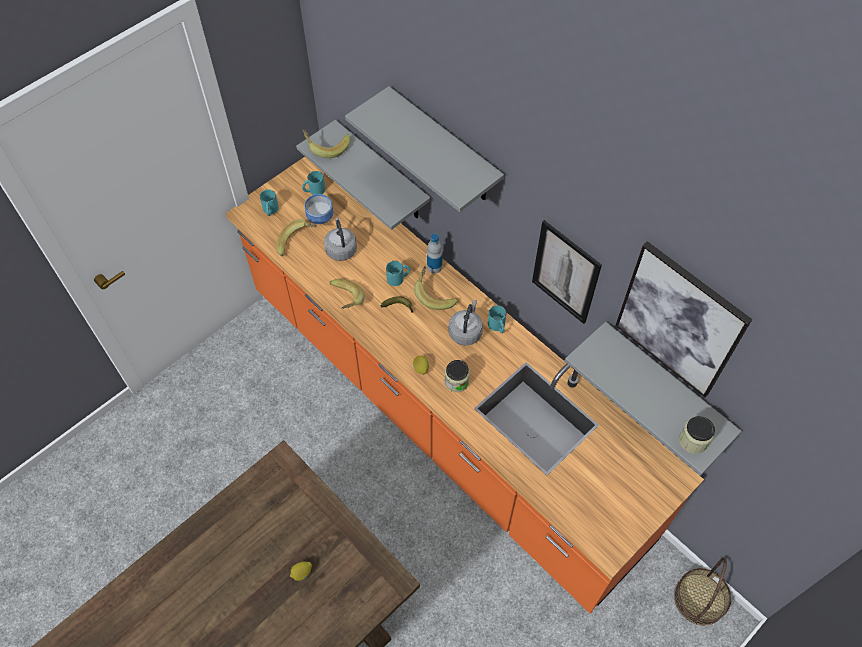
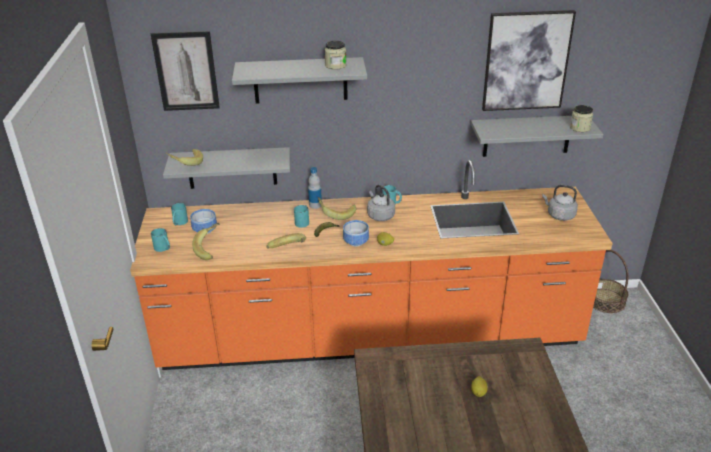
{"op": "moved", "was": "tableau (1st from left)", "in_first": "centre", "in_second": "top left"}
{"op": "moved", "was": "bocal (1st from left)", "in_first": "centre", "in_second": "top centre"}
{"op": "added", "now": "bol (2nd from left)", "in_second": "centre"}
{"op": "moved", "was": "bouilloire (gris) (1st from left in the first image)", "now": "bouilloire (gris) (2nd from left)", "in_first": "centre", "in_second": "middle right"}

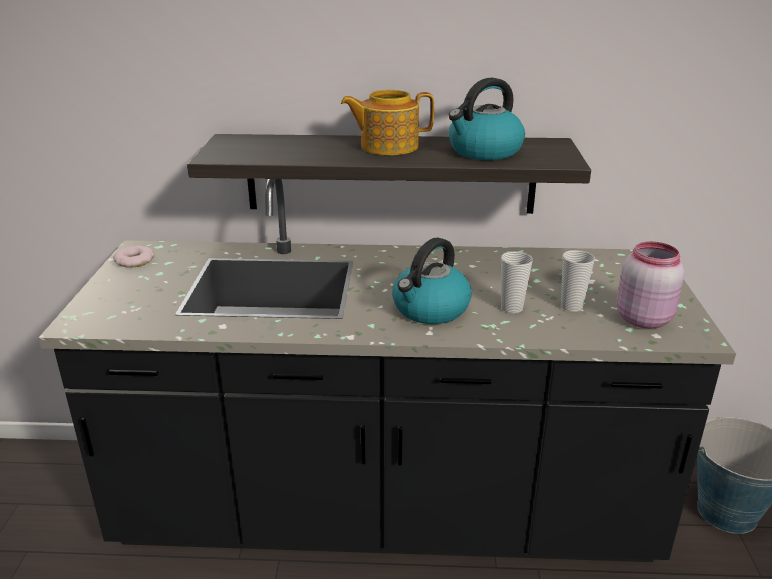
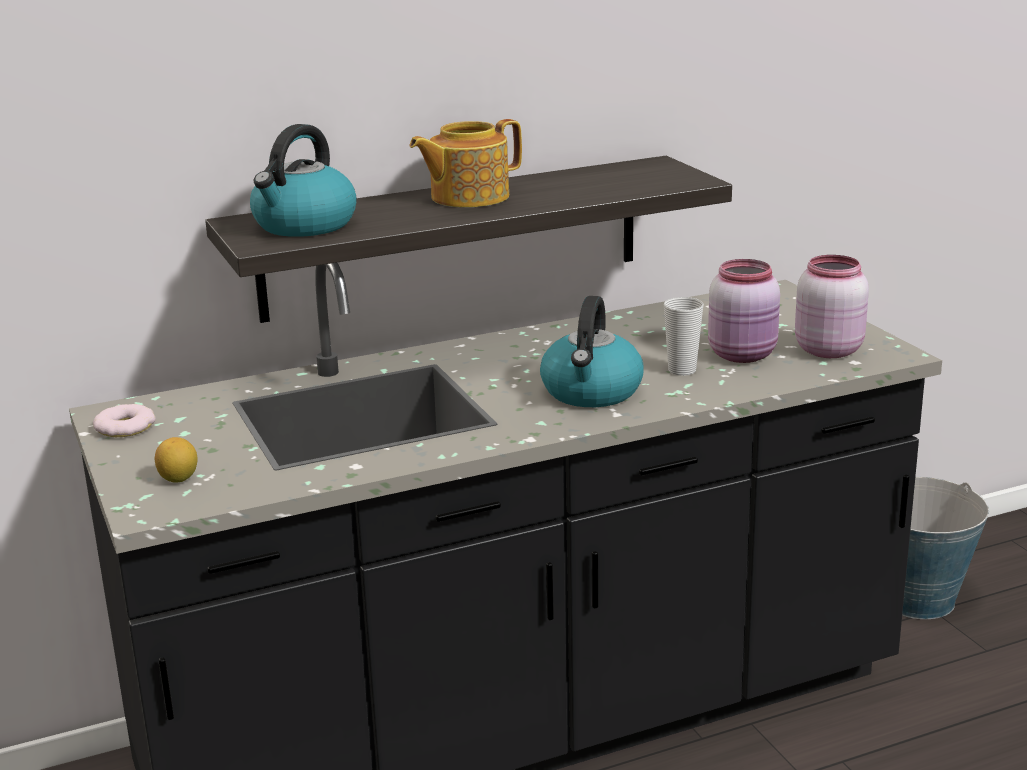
{"op": "added", "now": "citron", "in_second": "middle left"}
{"op": "moved", "was": "bouilloire (2nd from left in the first image)", "now": "bouilloire (1st from left)", "in_first": "top centre", "in_second": "top left"}
{"op": "replaced", "was": "tasse (2nd from left)", "now": "bocal (rose) (1st from left)", "in_first": "middle right", "in_second": "middle right"}

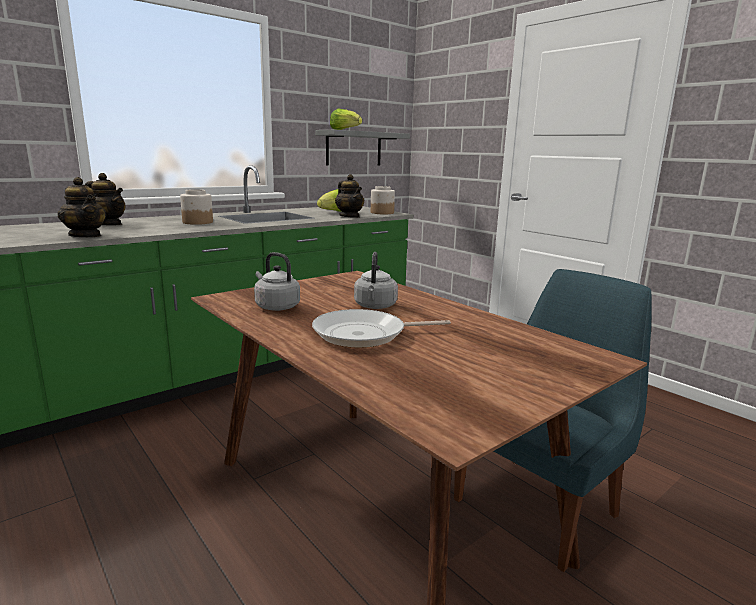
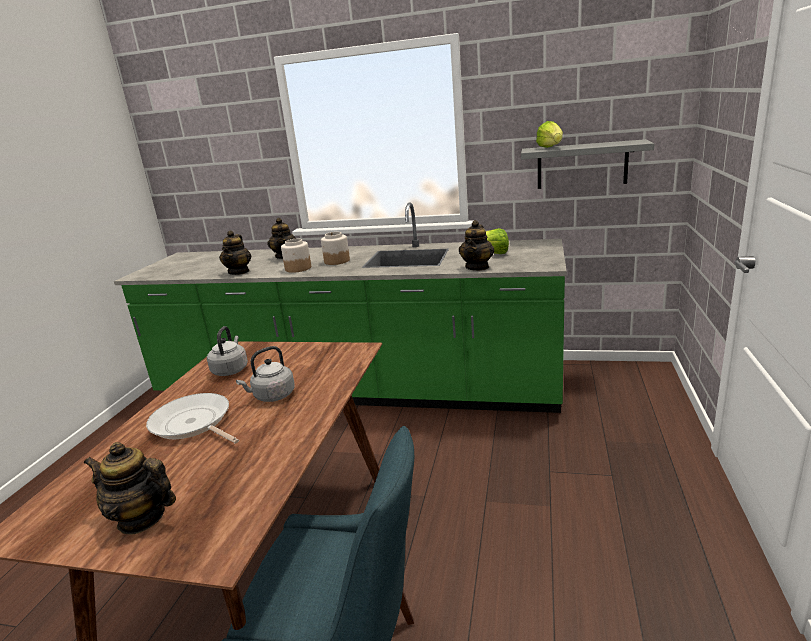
{"op": "added", "now": "théière (1st from left)", "in_second": "bottom left"}
{"op": "moved", "was": "bocal (2nd from left in the first image)", "now": "bocal (1st from left)", "in_first": "top centre", "in_second": "centre"}

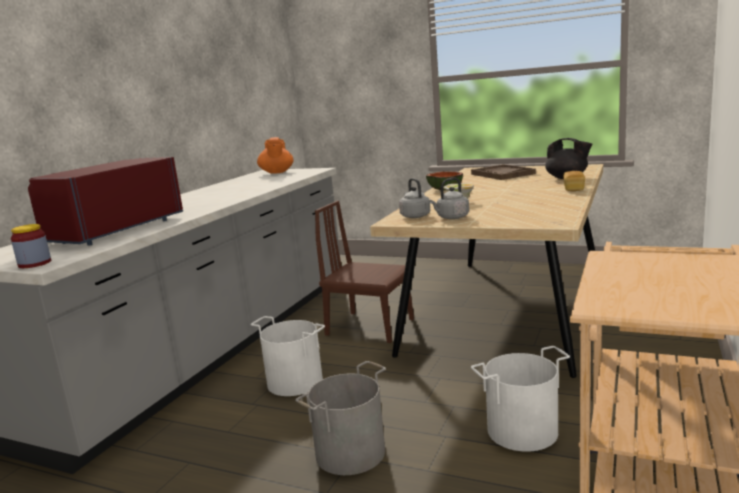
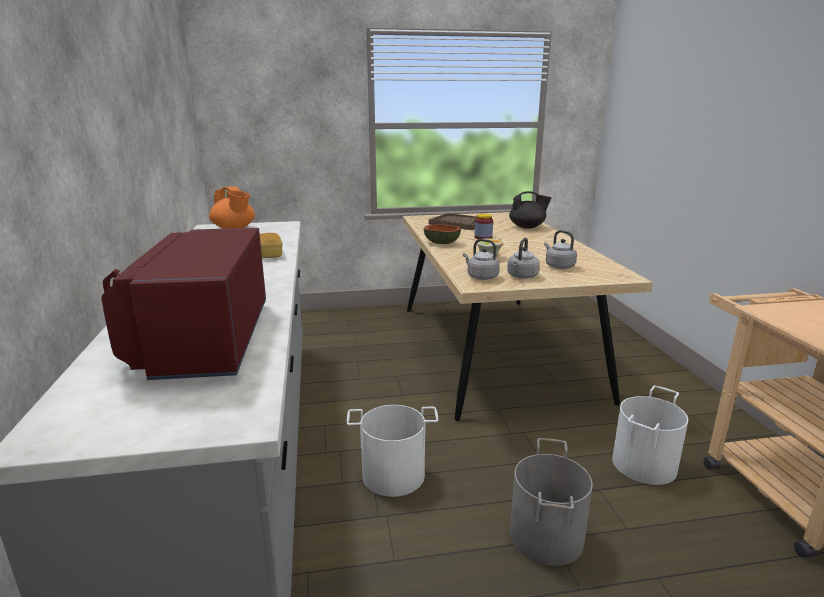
{"op": "moved", "was": "pain", "in_first": "middle right", "in_second": "middle left"}
{"op": "moved", "was": "bocal", "in_first": "middle left", "in_second": "centre"}
{"op": "added", "now": "bouilloire (gris) (3rd from left)", "in_second": "middle right"}
{"op": "removed", "was": "chaise (marron)", "in_first": "centre"}

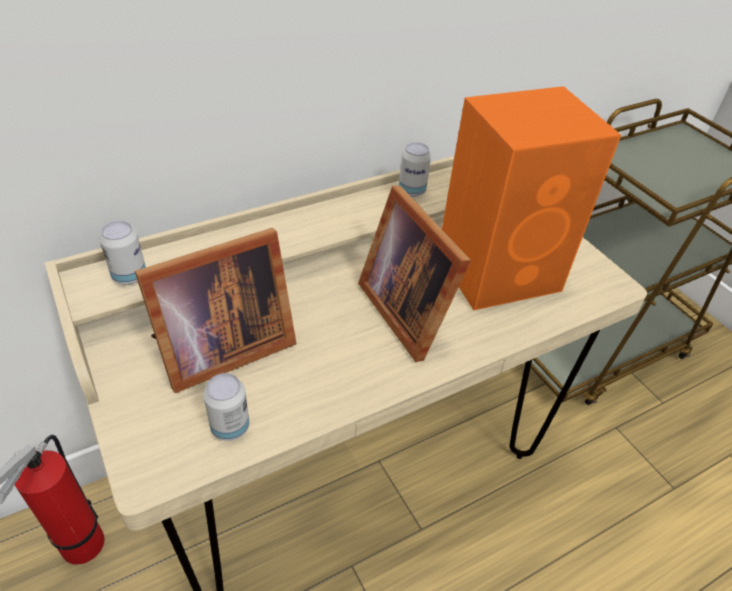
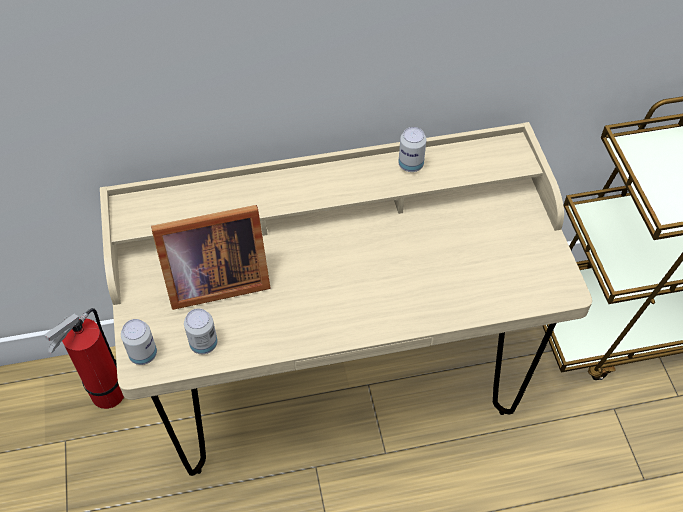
{"op": "moved", "was": "boîte métallique (1st from left)", "in_first": "middle left", "in_second": "bottom left"}
{"op": "removed", "was": "cadre photo (2nd from left)", "in_first": "centre"}
{"op": "removed", "was": "enceinte (orange)", "in_first": "middle right"}

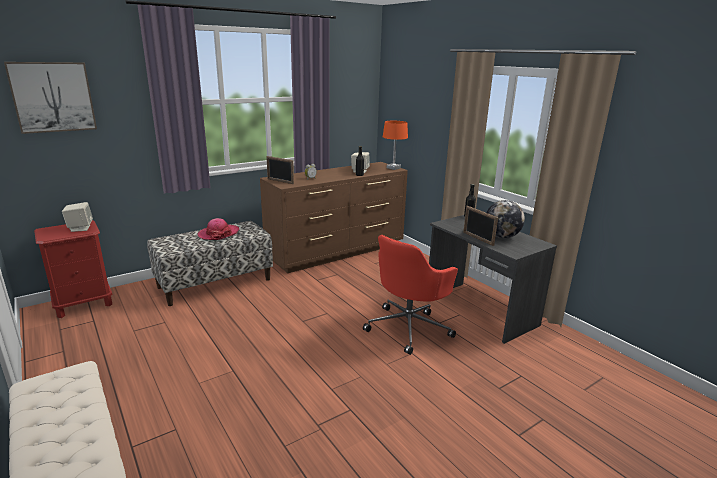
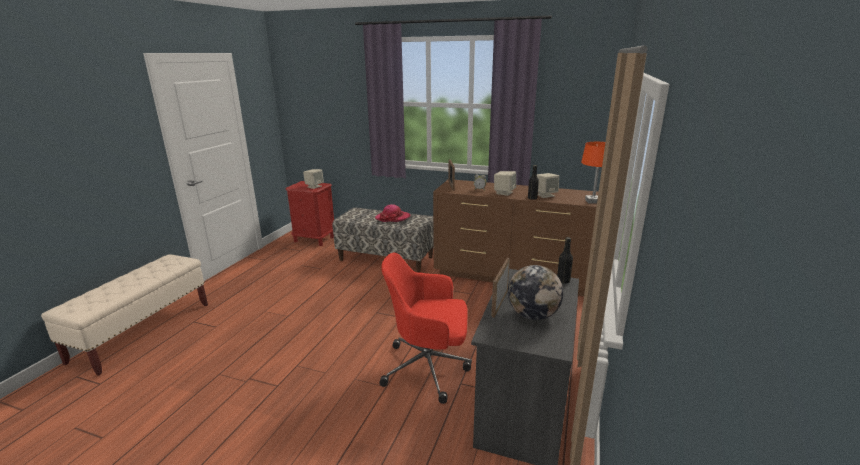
{"op": "added", "now": "enceinte (beige) (2nd from left)", "in_second": "centre"}
{"op": "removed", "was": "tableau", "in_first": "top left"}

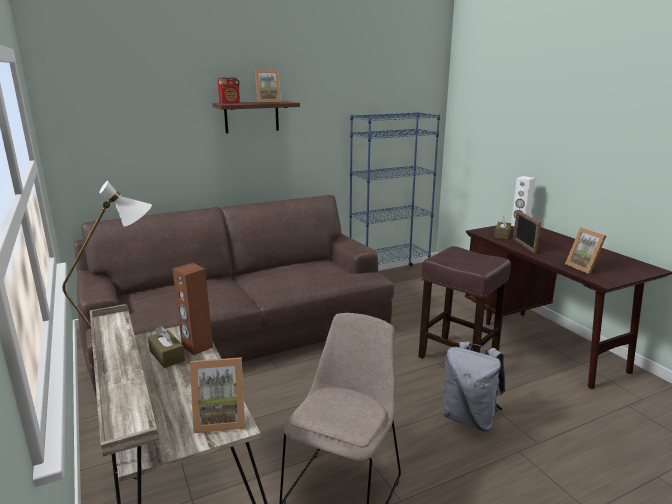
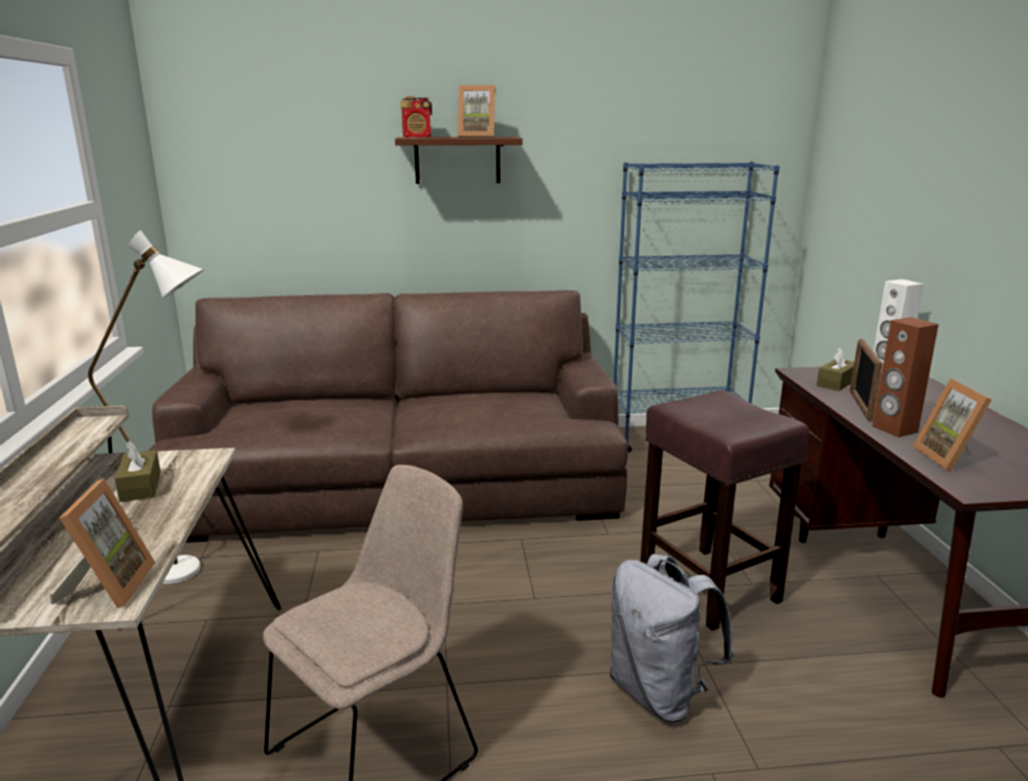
{"op": "turned", "was": "cadre photo (1st from left)", "in_first": "bottom left", "in_second": "bottom left", "clockwise": -105}
{"op": "moved", "was": "enceinte (marron)", "in_first": "middle left", "in_second": "middle right"}

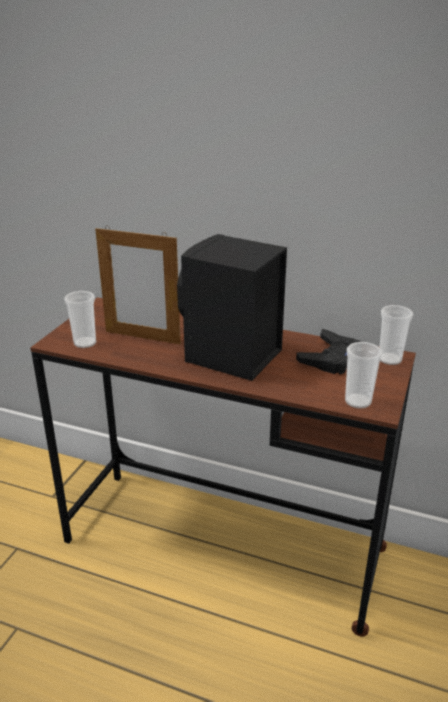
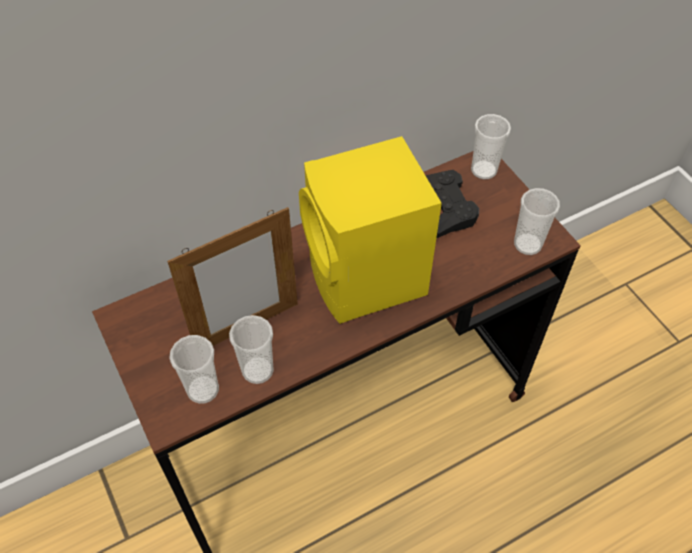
{"op": "added", "now": "tasse (2nd from left)", "in_second": "centre"}
{"op": "recoloured", "was": "enceinte (noir)", "now": "enceinte (jaune)", "in_first": "centre", "in_second": "centre"}

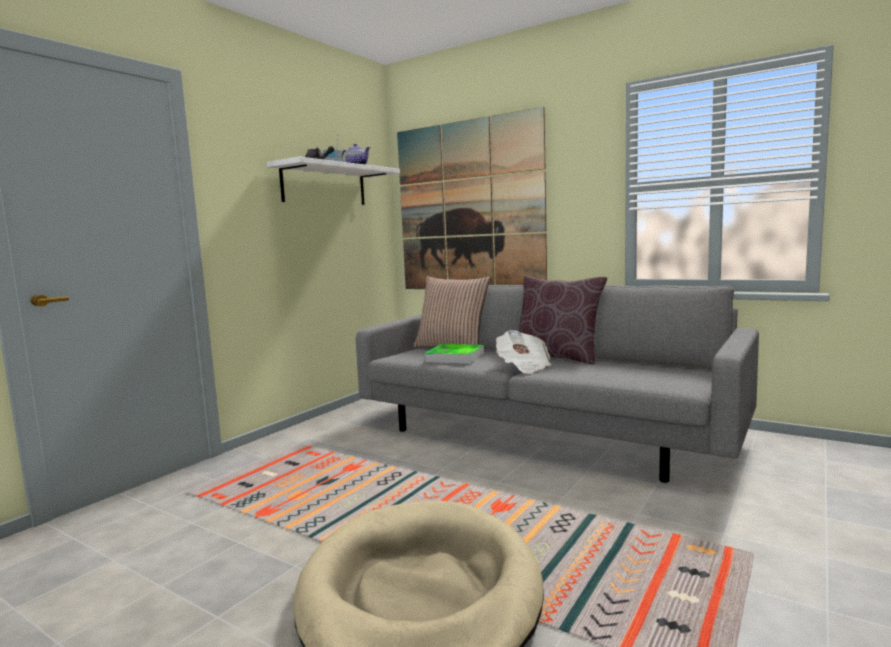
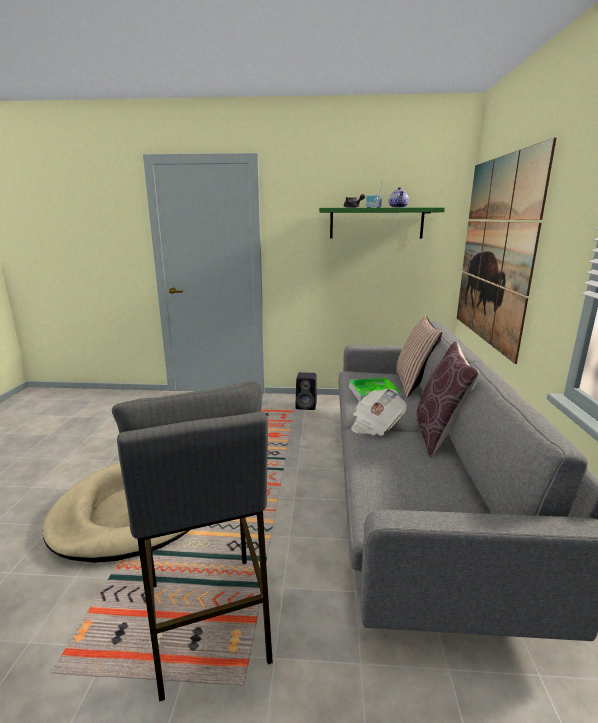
{"op": "added", "now": "tabouret (gris)", "in_second": "bottom left"}
{"op": "added", "now": "enceinte (noir)", "in_second": "centre"}
{"op": "recoloured", "was": "étagère (blanc)", "now": "étagère (vert)", "in_first": "top centre", "in_second": "top centre"}

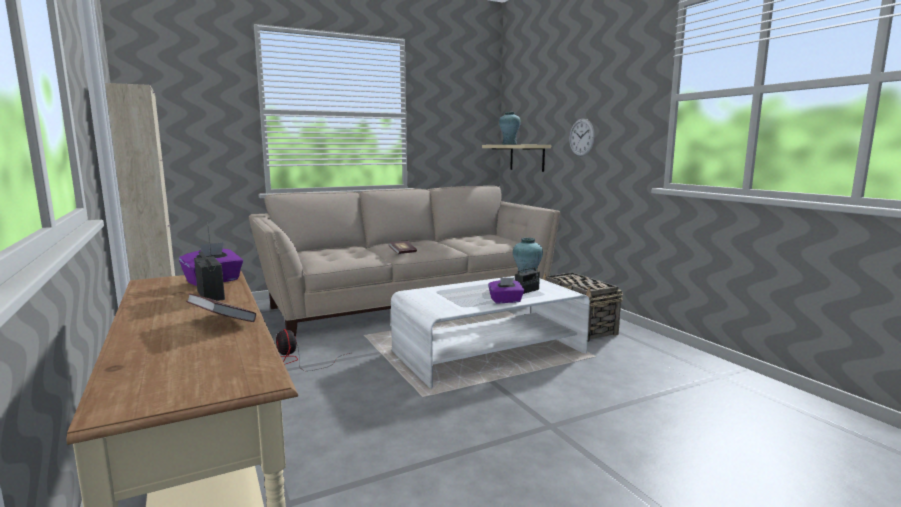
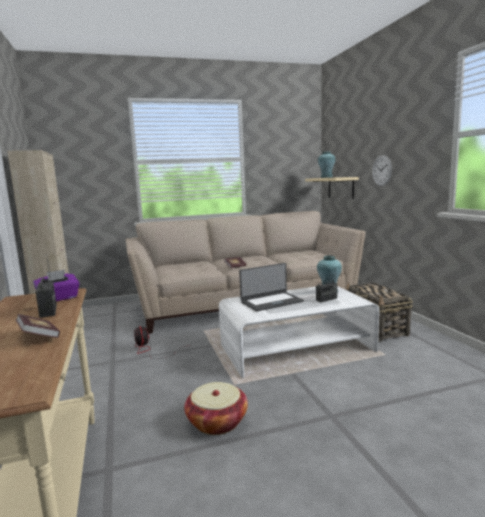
{"op": "added", "now": "panier (1st from left)", "in_second": "bottom centre"}
{"op": "added", "now": "ordinateur portable", "in_second": "centre"}
{"op": "removed", "was": "boîte à mouchoirs (violet) (2nd from left)", "in_first": "centre"}

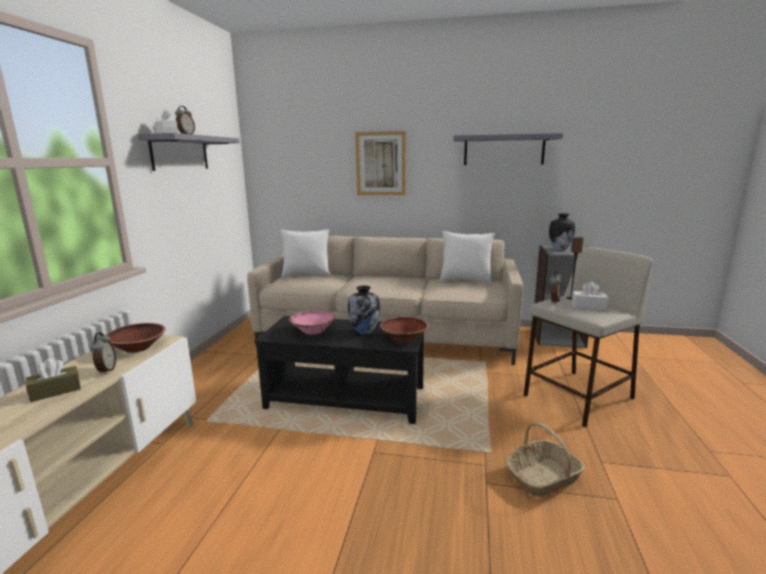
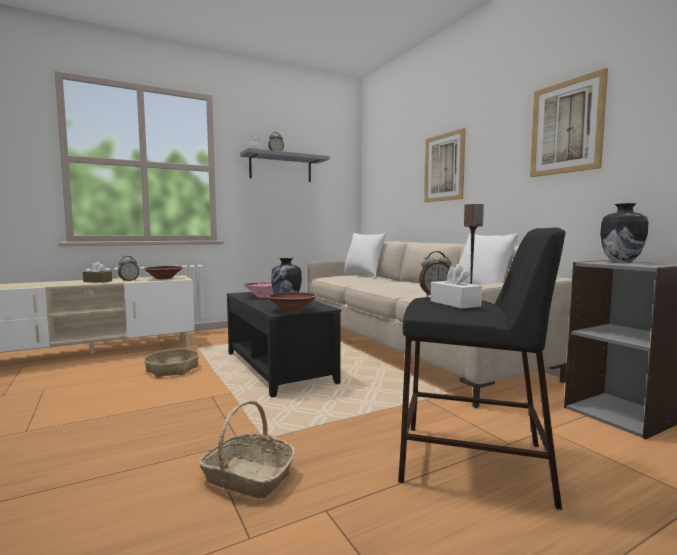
{"op": "added", "now": "panier (1st from left)", "in_second": "middle left"}
{"op": "recoloured", "was": "tabouret (beige)", "now": "tabouret (noir)", "in_first": "middle right", "in_second": "middle right"}
{"op": "replaced", "was": "étagère (gris) (2nd from left)", "now": "tableau (2nd from left)", "in_first": "top centre", "in_second": "top right"}

